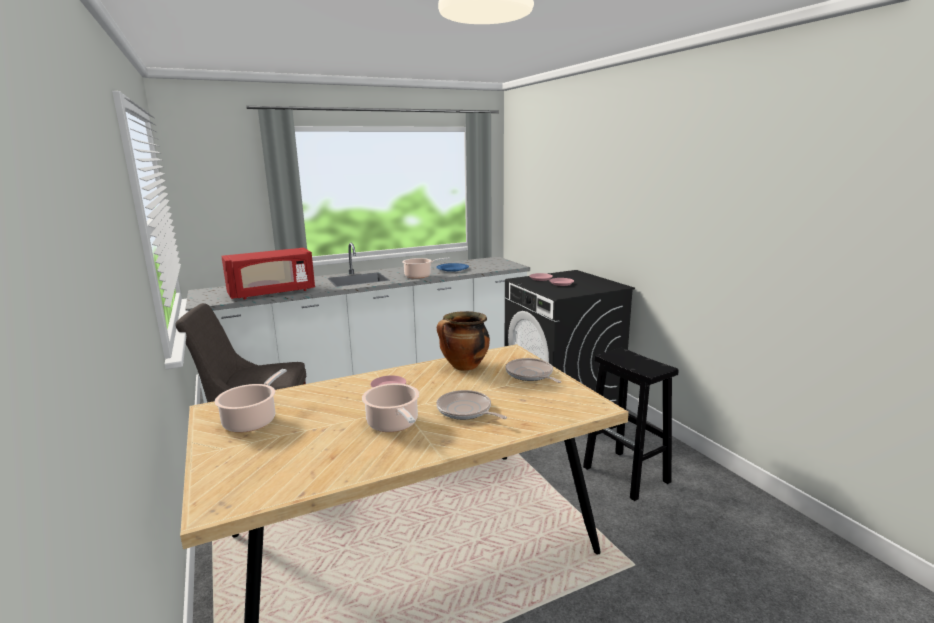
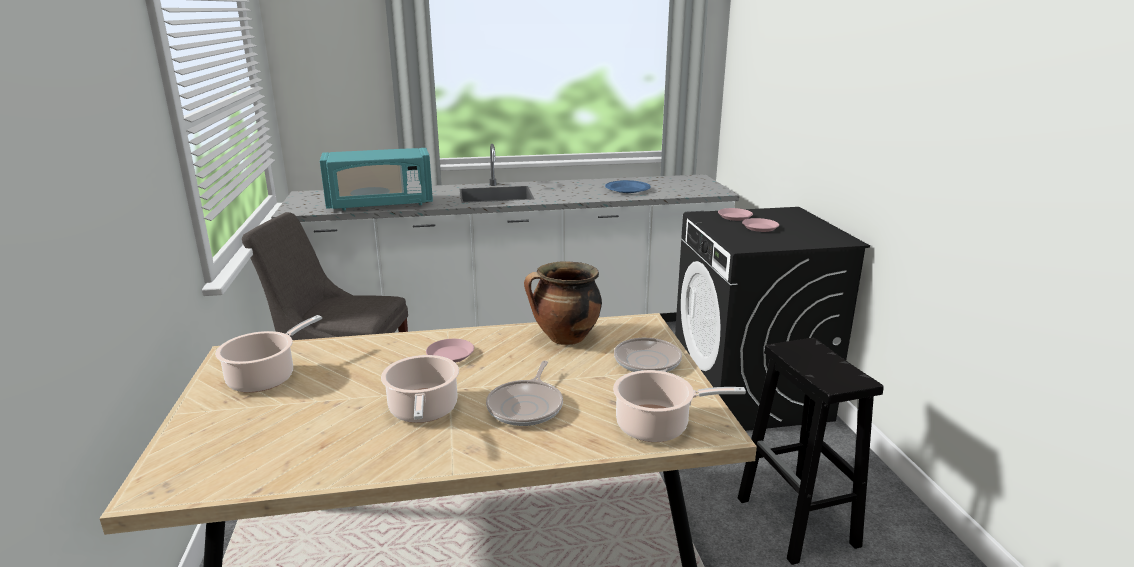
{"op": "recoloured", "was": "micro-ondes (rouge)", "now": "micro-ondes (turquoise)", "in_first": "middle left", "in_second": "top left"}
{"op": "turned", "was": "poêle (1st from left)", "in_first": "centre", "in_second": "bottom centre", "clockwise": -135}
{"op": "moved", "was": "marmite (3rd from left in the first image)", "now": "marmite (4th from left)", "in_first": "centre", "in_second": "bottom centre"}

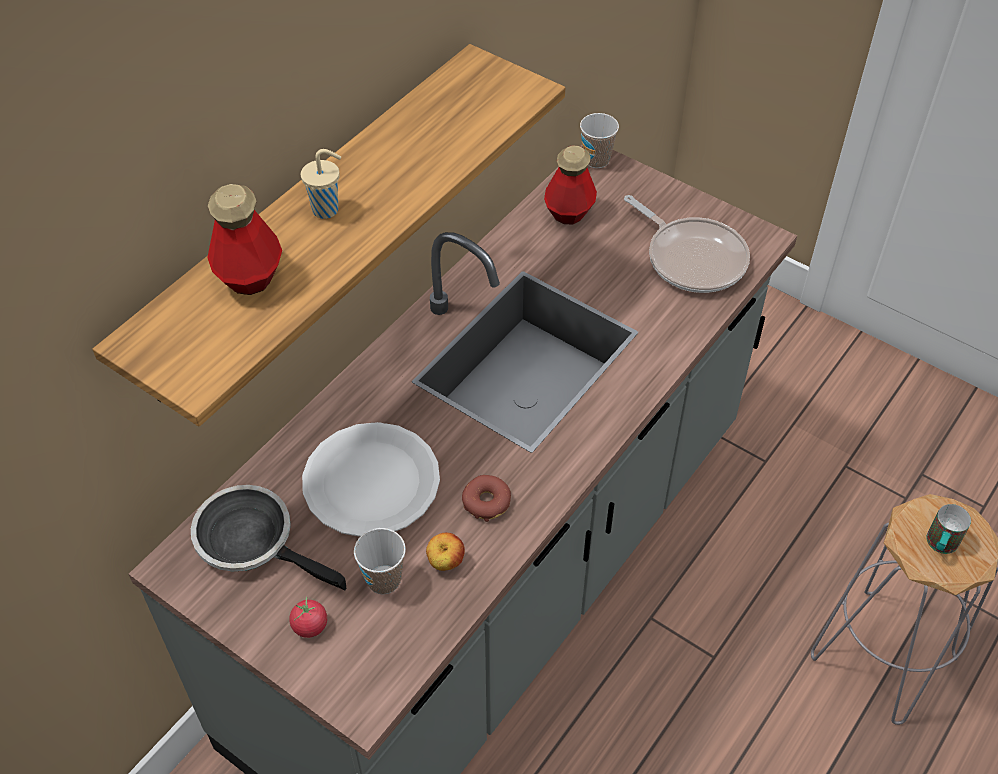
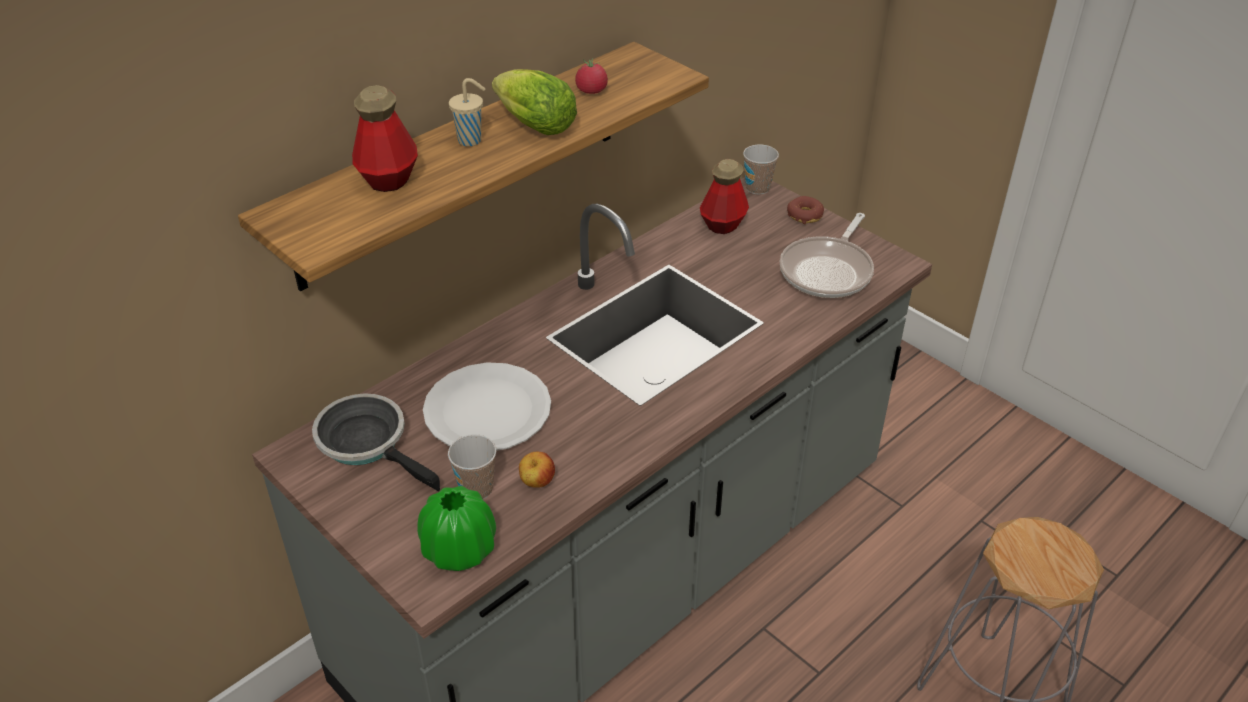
{"op": "added", "now": "vase (vert)", "in_second": "bottom centre"}
{"op": "added", "now": "laitue", "in_second": "top centre"}
{"op": "moved", "was": "tomate", "in_first": "bottom left", "in_second": "top centre"}
{"op": "turned", "was": "poêle (2nd from left)", "in_first": "top right", "in_second": "centre", "clockwise": 60}
{"op": "moved", "was": "beignet", "in_first": "centre", "in_second": "top centre"}
{"op": "removed", "was": "mug", "in_first": "bottom right"}

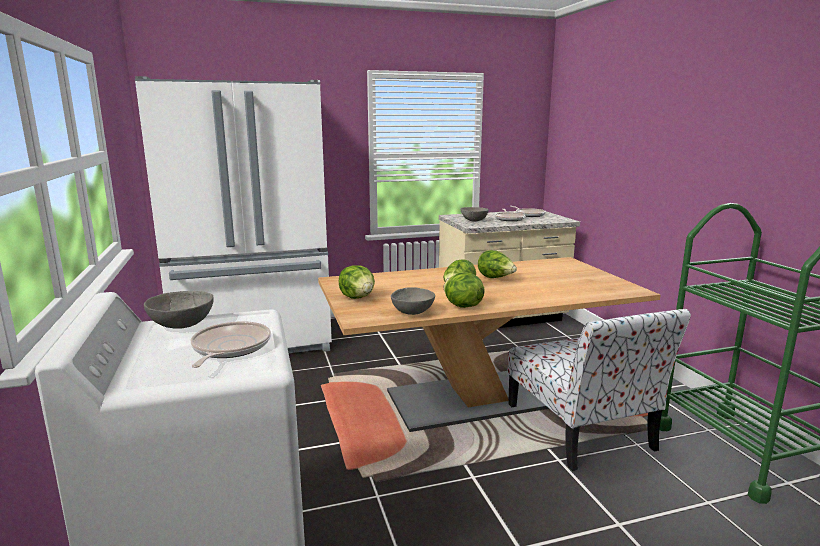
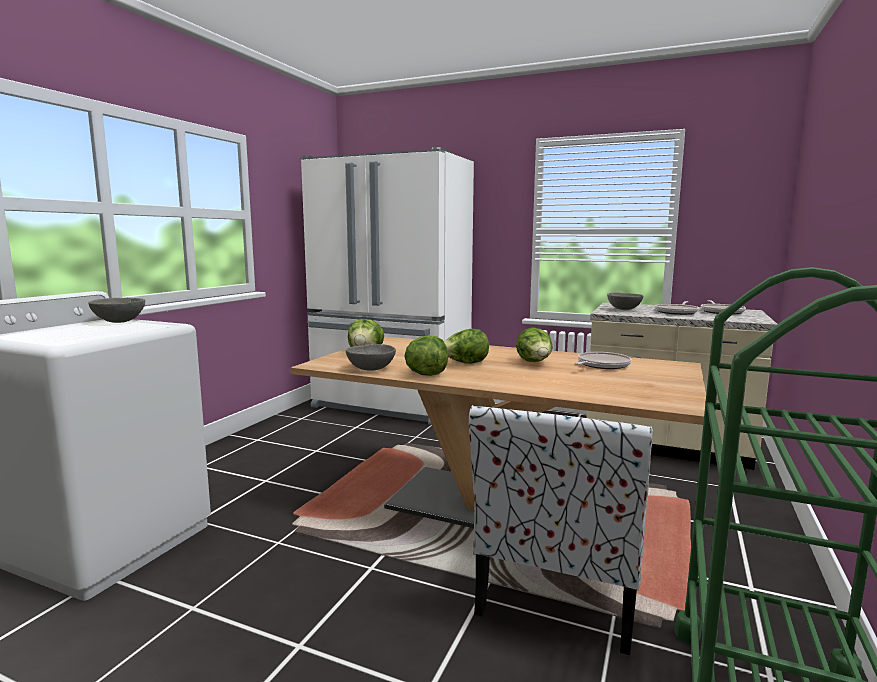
{"op": "moved", "was": "poêle (1st from left)", "in_first": "middle left", "in_second": "middle right"}

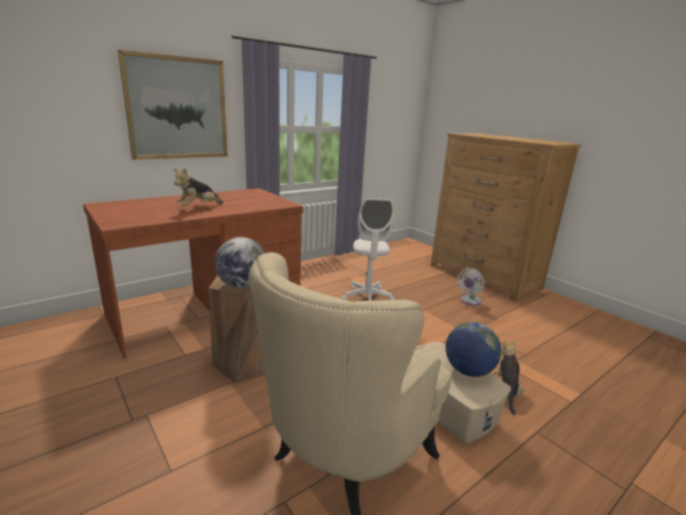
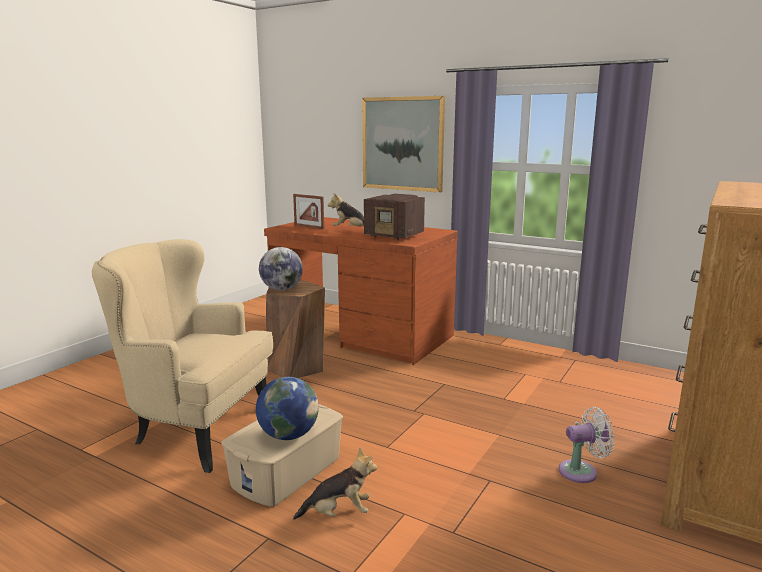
{"op": "added", "now": "cadre photo", "in_second": "centre"}
{"op": "added", "now": "radio", "in_second": "centre"}
{"op": "turned", "was": "ventilateur (blanc)", "in_first": "middle right", "in_second": "bottom right", "clockwise": 150}
{"op": "removed", "was": "chaise de bureau (blanc)", "in_first": "centre"}

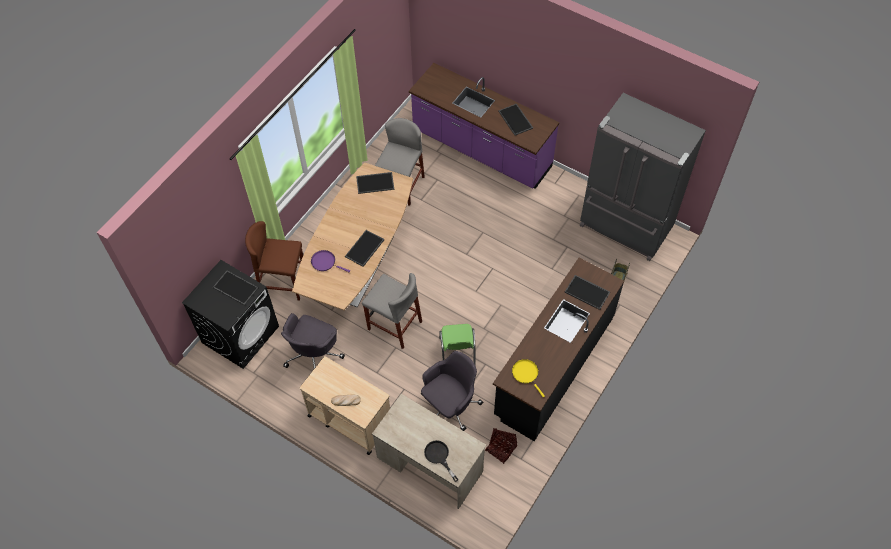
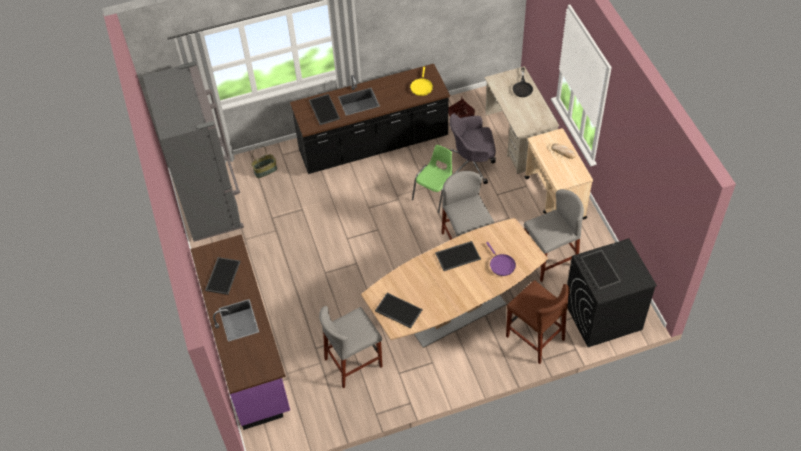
{"op": "replaced", "was": "chaise de bureau (gris) (1st from left)", "now": "tabouret (gris) (3rd from left)", "in_first": "centre", "in_second": "middle right"}

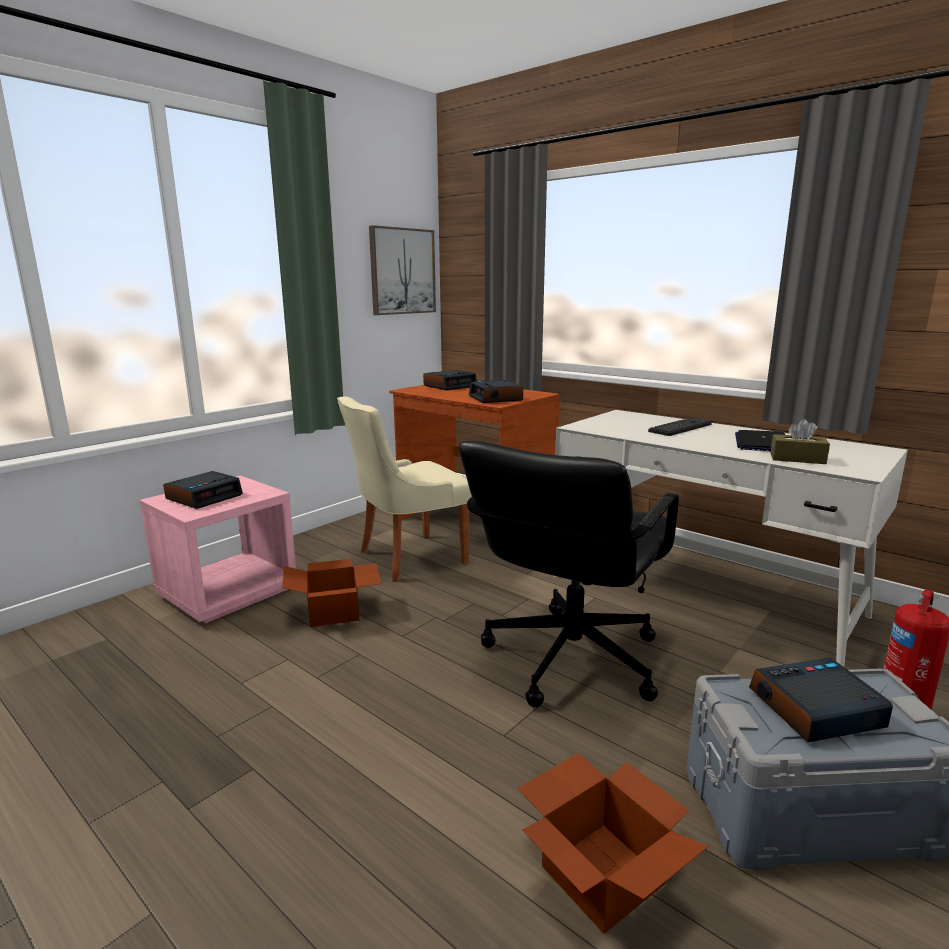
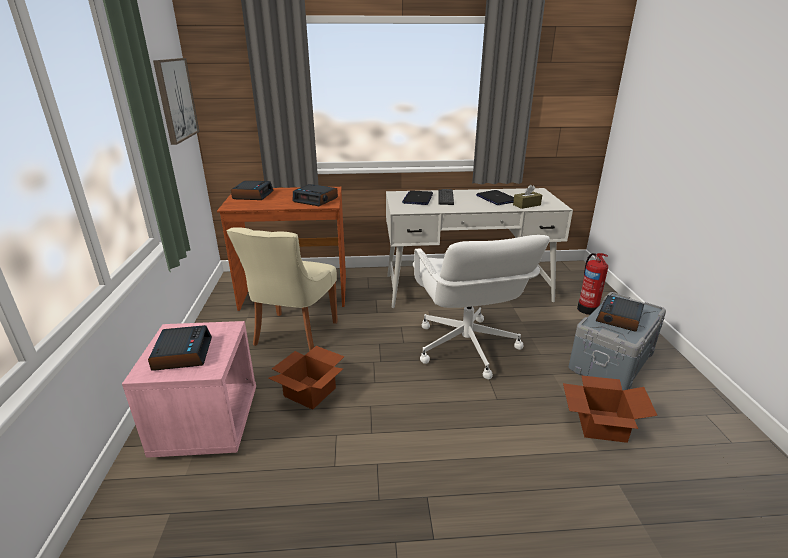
{"op": "added", "now": "ordinateur portable (1st from left)", "in_second": "centre"}
{"op": "recoloured", "was": "chaise de bureau (noir)", "now": "chaise de bureau (blanc)", "in_first": "centre", "in_second": "centre"}

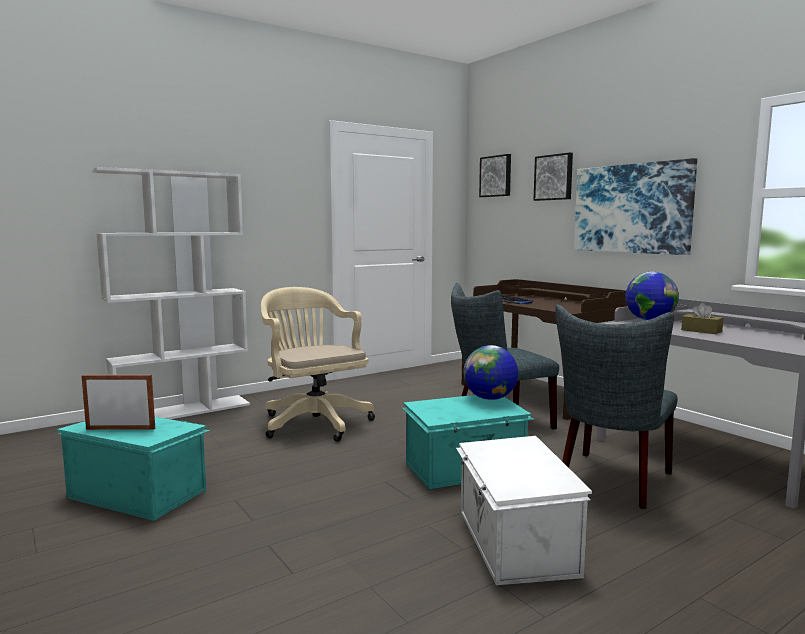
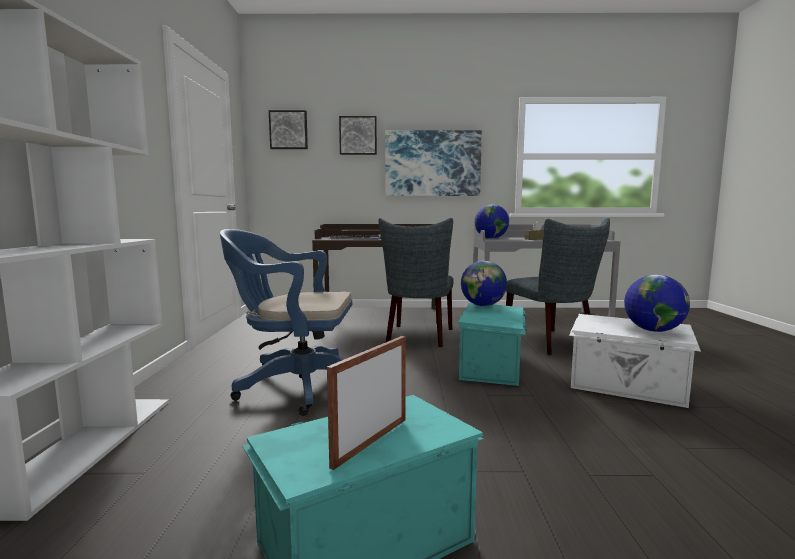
{"op": "recoloured", "was": "chaise de bureau (beige)", "now": "chaise de bureau (bleu)", "in_first": "centre", "in_second": "centre"}
{"op": "added", "now": "globe (3rd from left)", "in_second": "middle right"}

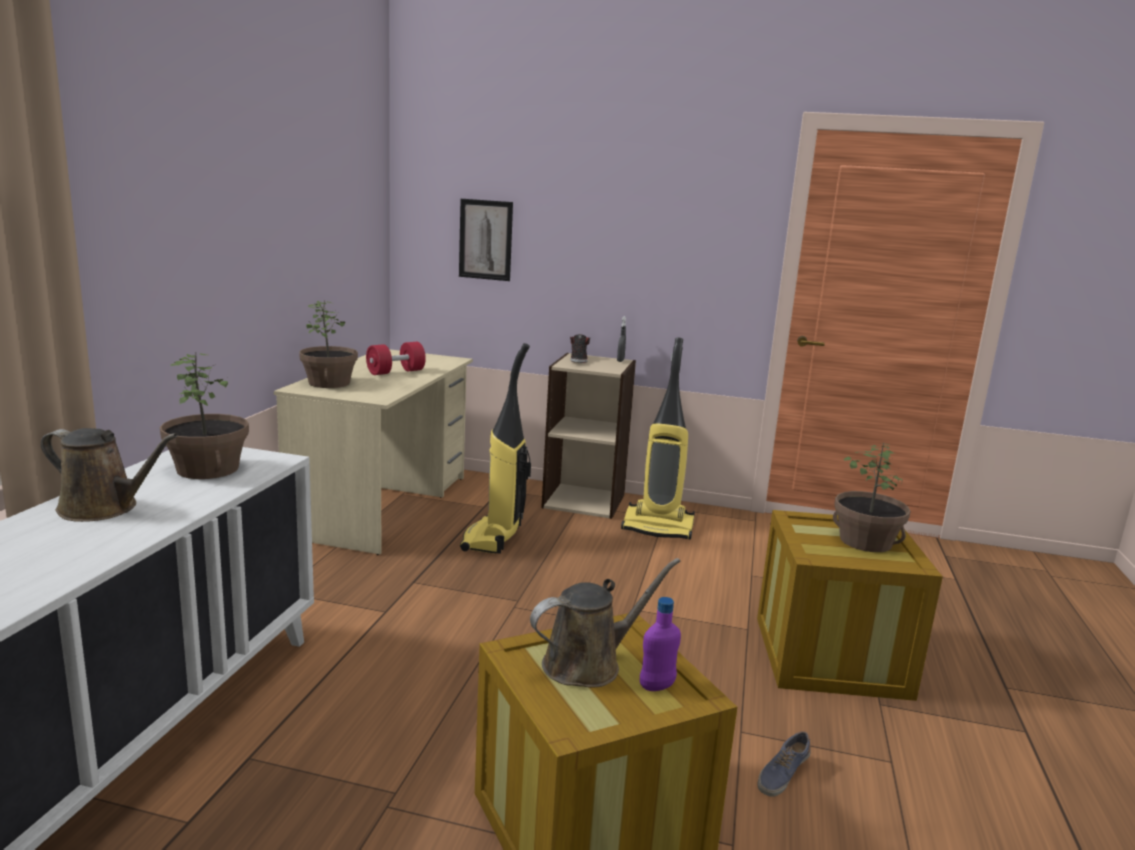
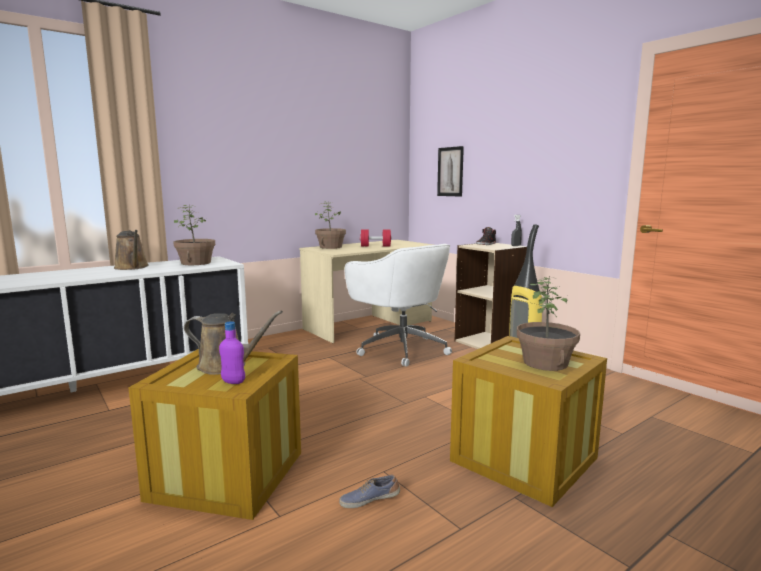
{"op": "replaced", "was": "aspirateur (1st from left)", "now": "chaise de bureau (blanc)", "in_first": "centre", "in_second": "centre"}

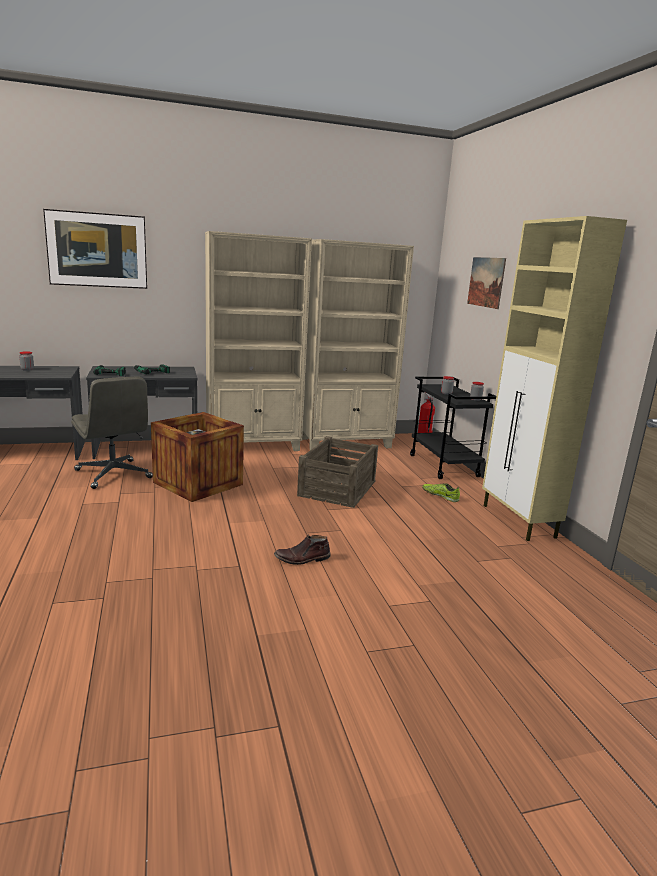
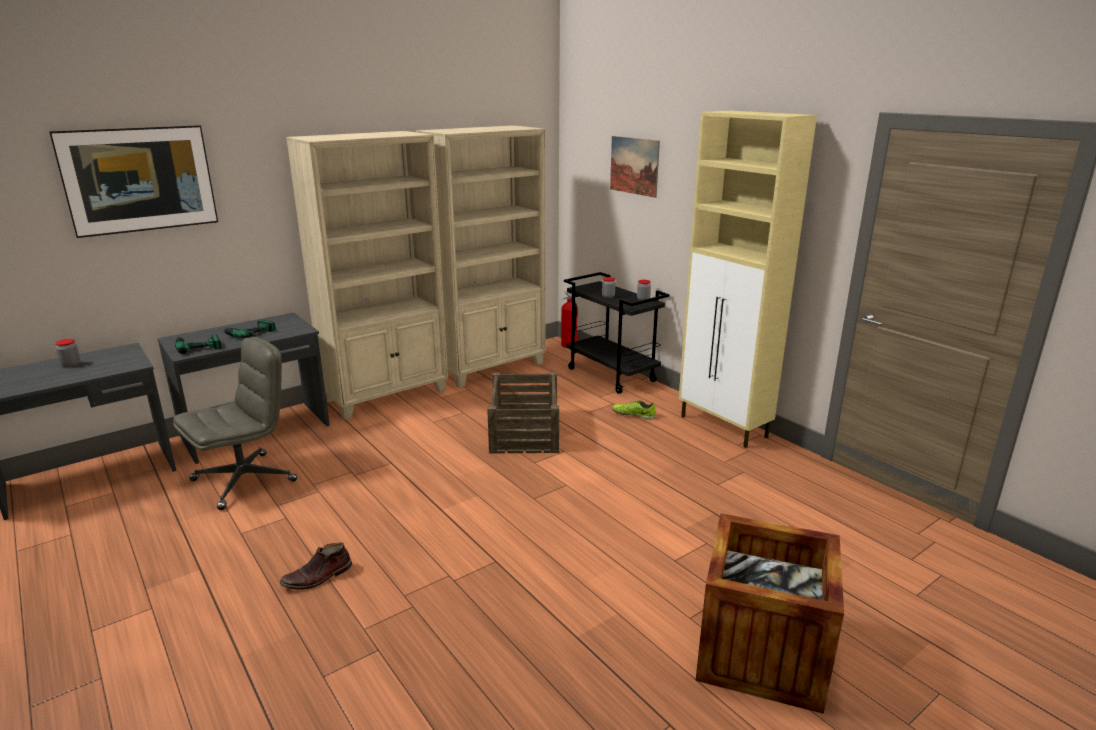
{"op": "turned", "was": "chaise de bureau (gris)", "in_first": "middle left", "in_second": "middle left", "clockwise": -75}
{"op": "moved", "was": "botte (marron)", "in_first": "centre", "in_second": "bottom left"}
{"op": "moved", "was": "caisse (1st from left in the first image)", "now": "caisse (2nd from left)", "in_first": "middle left", "in_second": "bottom right"}

